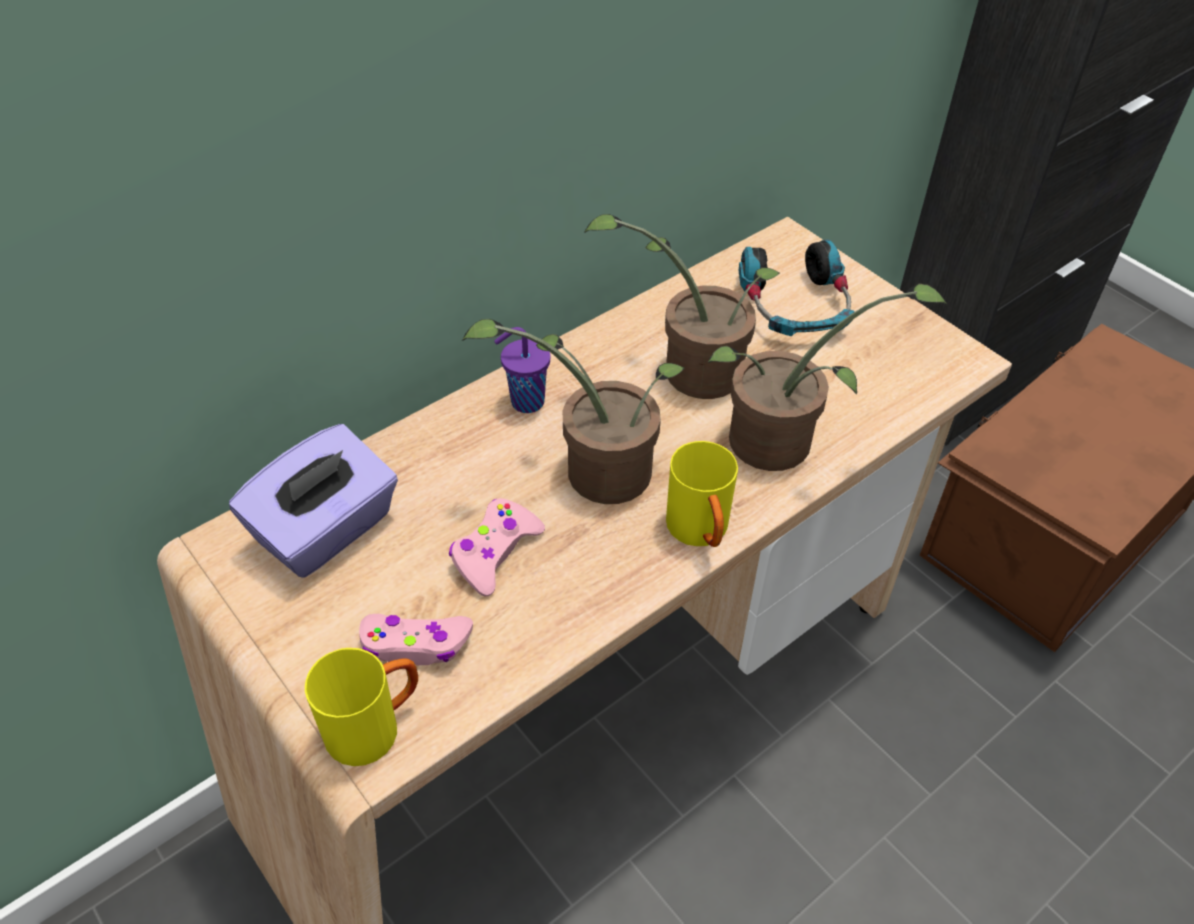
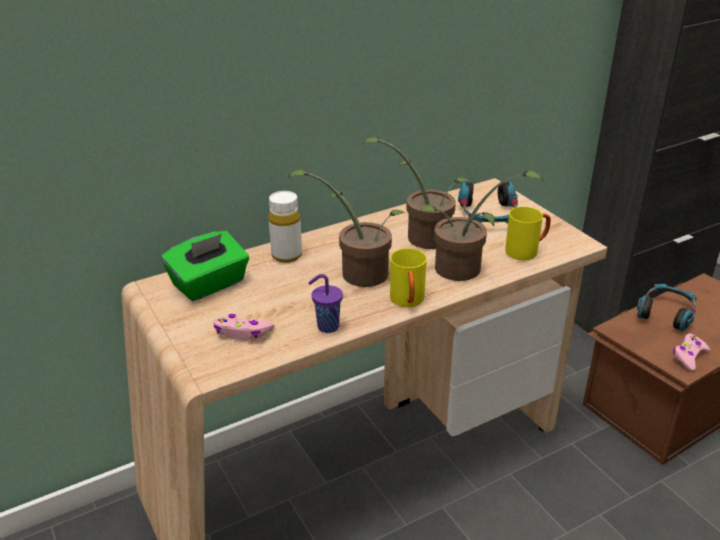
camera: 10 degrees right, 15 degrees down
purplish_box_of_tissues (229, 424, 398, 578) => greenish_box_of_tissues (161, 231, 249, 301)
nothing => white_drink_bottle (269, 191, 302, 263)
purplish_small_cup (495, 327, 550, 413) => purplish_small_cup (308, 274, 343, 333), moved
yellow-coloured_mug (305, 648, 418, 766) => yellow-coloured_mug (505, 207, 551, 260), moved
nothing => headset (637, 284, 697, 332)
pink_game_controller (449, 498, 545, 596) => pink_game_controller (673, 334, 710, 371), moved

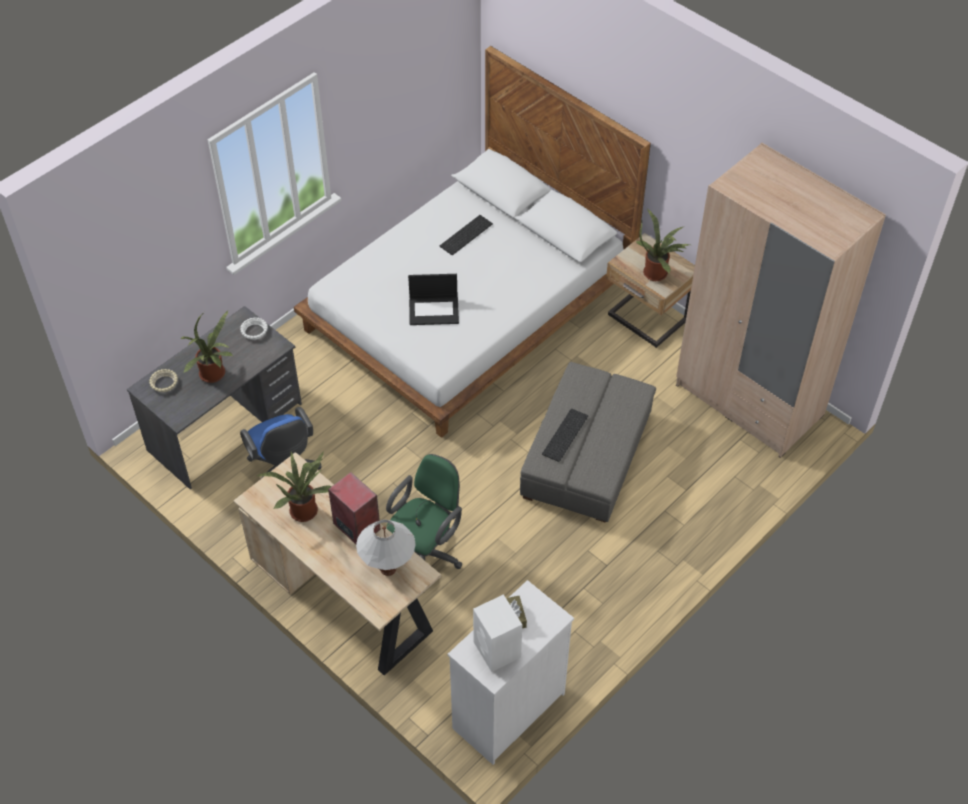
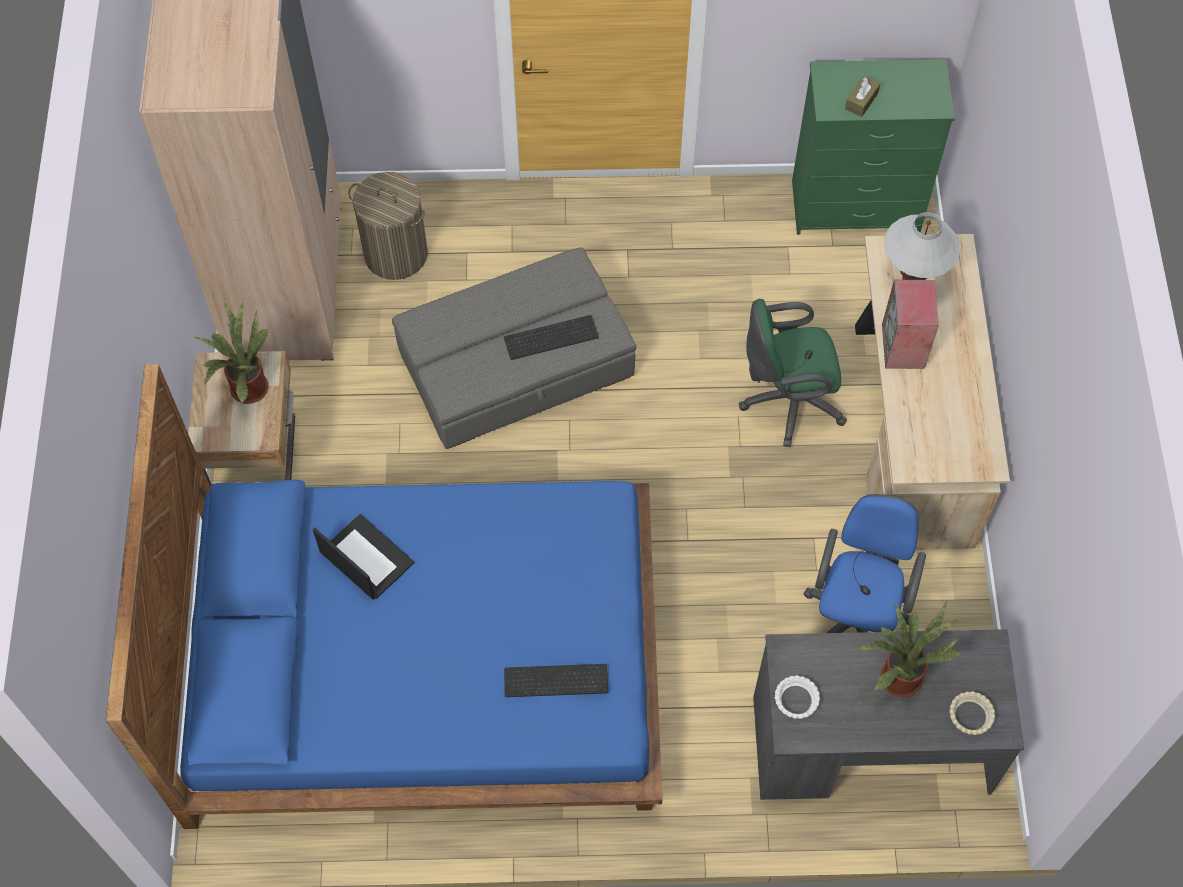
camera: 135 degrees left, 10 degrees up
white_bed (294, 46, 651, 438) => blue-coloured_bed (106, 364, 662, 829)
notebook_computer (408, 274, 459, 325) => notebook_computer (313, 514, 414, 600), moved
nothing => washing_basket (348, 172, 428, 280)
PC_keyboard (440, 215, 493, 255) => PC_keyboard (504, 664, 608, 697), moved
white_dresser (448, 580, 574, 765) => greenish_dresser (792, 59, 955, 235)
plant_in_a_pot (257, 451, 332, 522) => nothing
white_audio_speaker (473, 594, 522, 672) => nothing

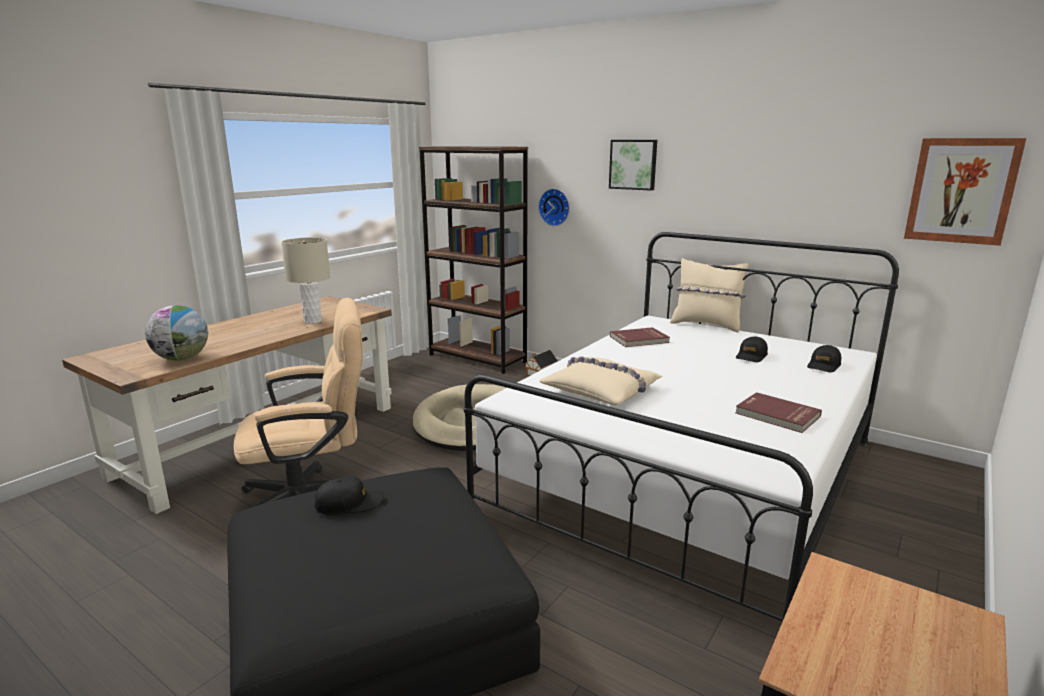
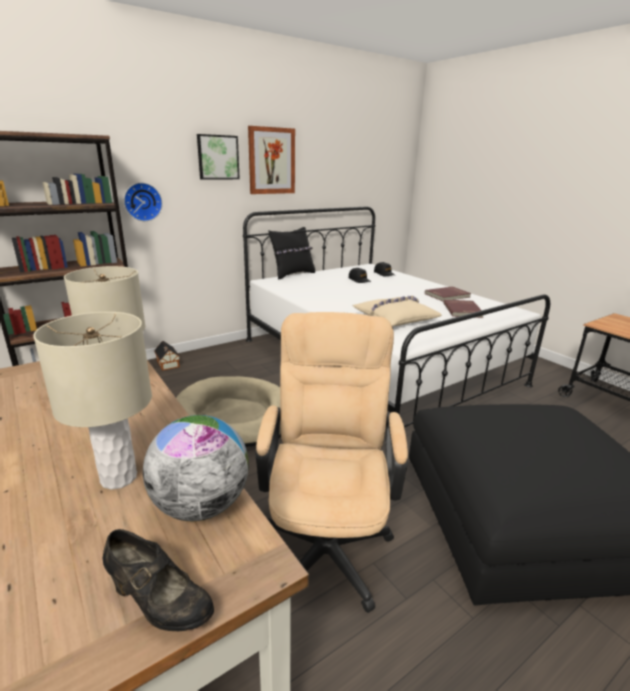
camera: 70 degrees left, 5 degrees up
nothing => beige-coloured_table_lamp (33, 312, 152, 490)
nothing => blackish_low_shoe (103, 529, 214, 631)
wall_picture (904, 138, 1026, 246) => wall_picture (248, 126, 295, 194), moved
beige-coloured_cushion (670, 258, 749, 332) => blackish_cushion (268, 227, 315, 280)
red-coloured_book (610, 327, 670, 347) => red-coloured_book (443, 300, 483, 318), moved
blackish_cap (315, 476, 384, 515) => nothing

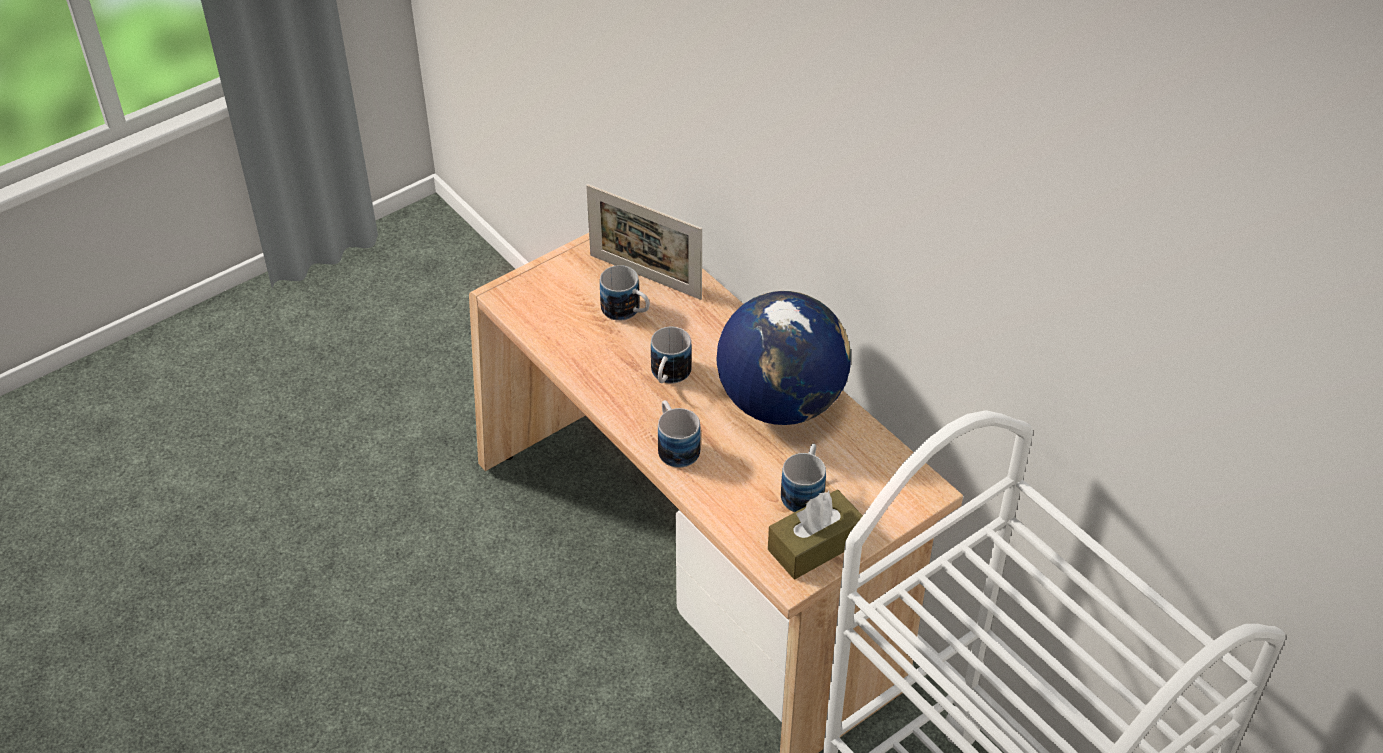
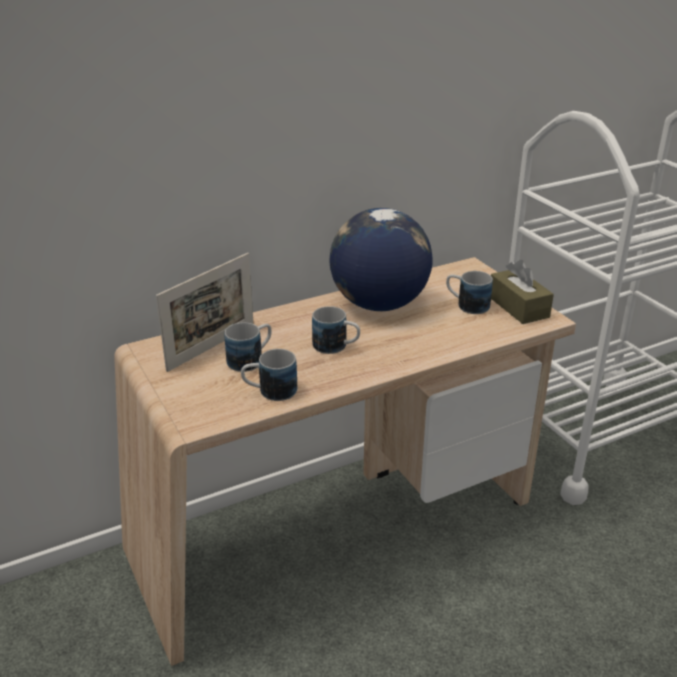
camera: 80 degrees left, 15 degrees down
mug (658, 400, 701, 468) => mug (241, 349, 297, 401), moved

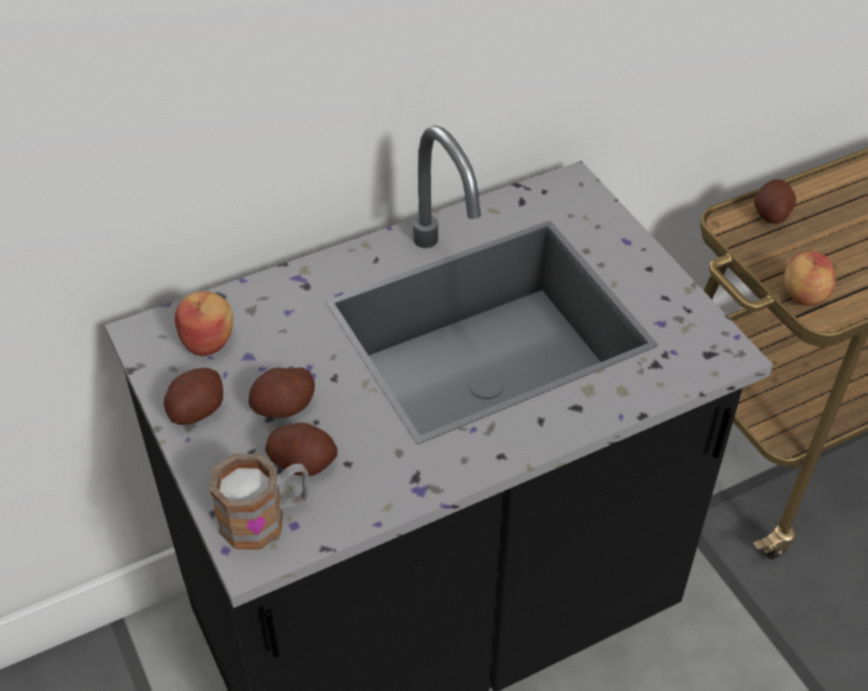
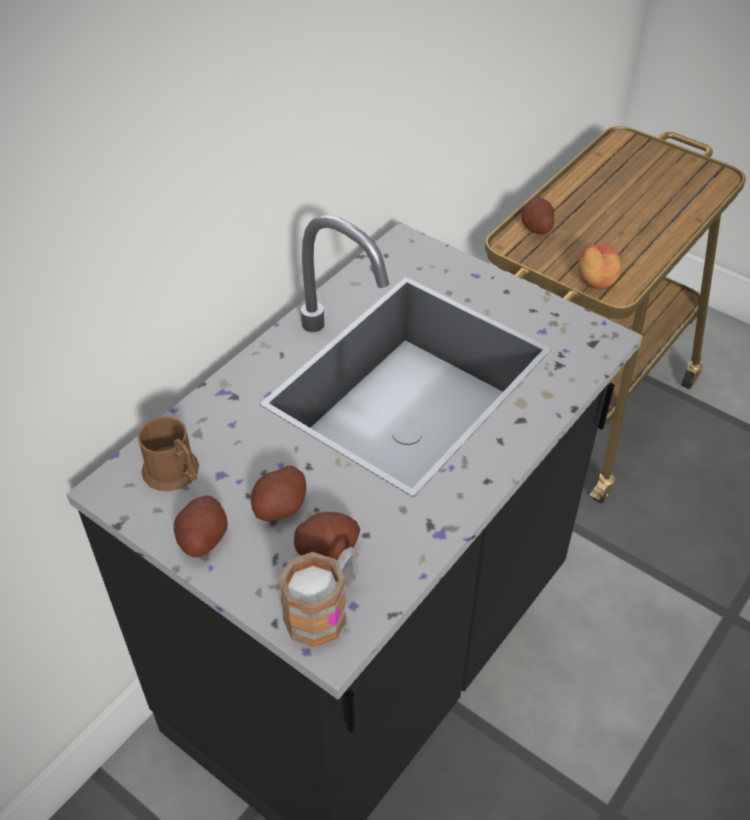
camera: 25 degrees left, 0 degrees up
apple (175, 291, 233, 356) => brown_mug (138, 417, 199, 491)

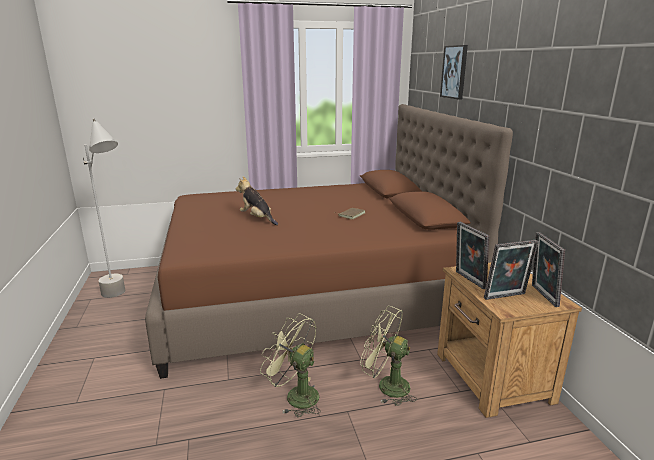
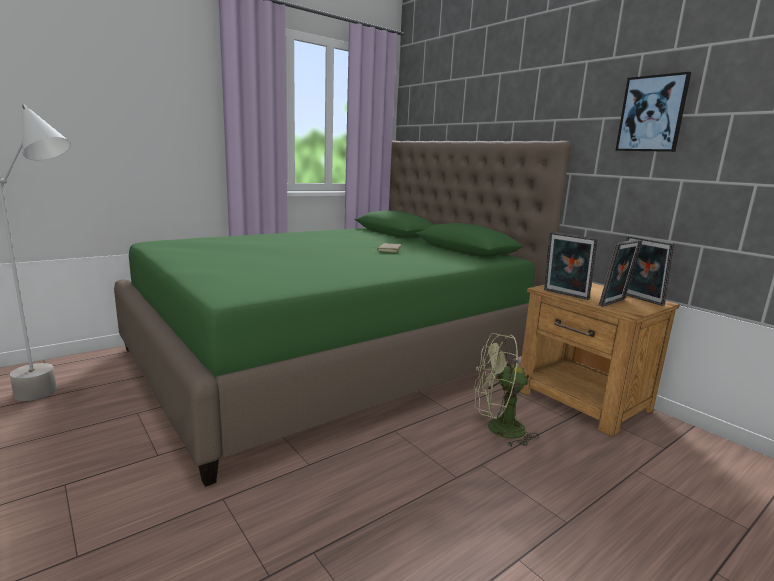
camera: 25 degrees left, 5 degrees down
brown_bed (145, 104, 513, 379) => greenish_bed (114, 141, 571, 487)
wall_picture (440, 45, 468, 100) => wall_picture (615, 72, 691, 152), moved
plush_toy (236, 176, 278, 225) => nothing
greenish_fan (260, 313, 321, 417) => nothing

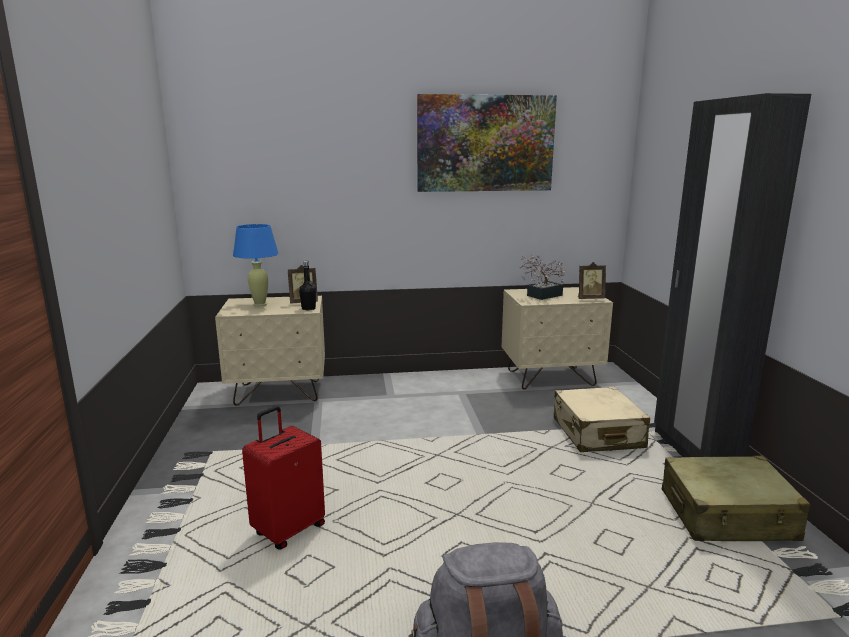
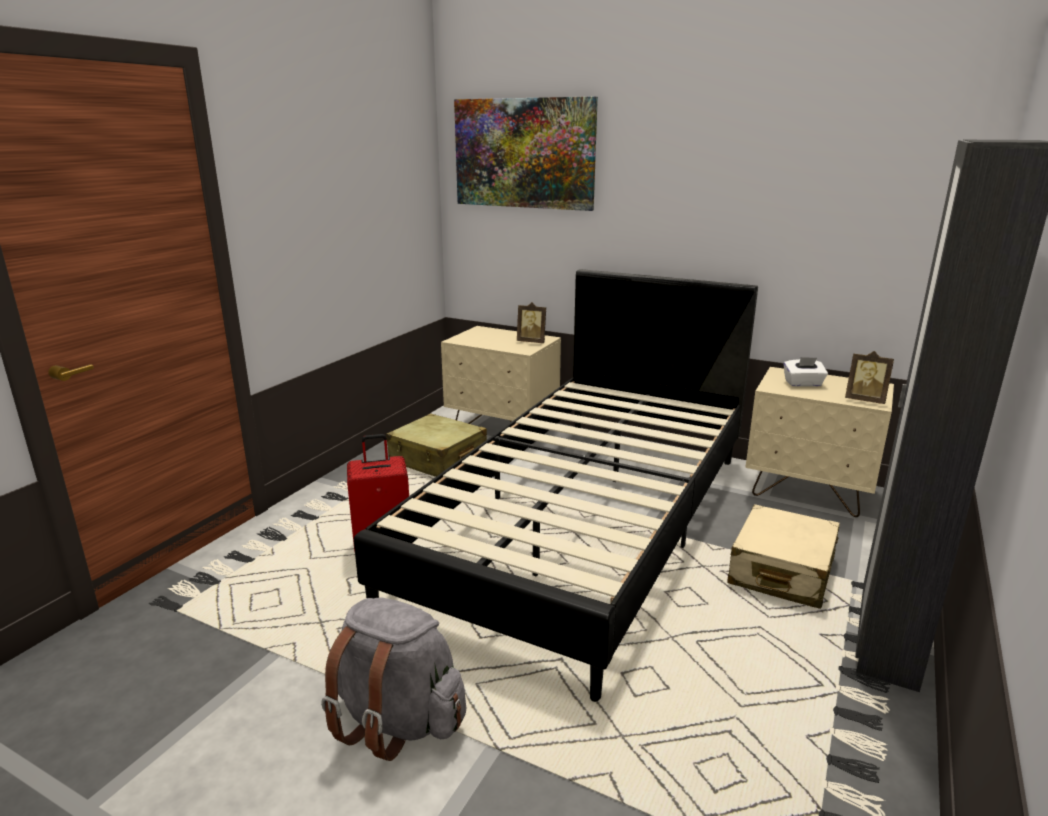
camera: 35 degrees right, 5 degrees up
nothing => blackish_bed (354, 269, 758, 702)
beige-coloured_piece_of_luggage (662, 456, 810, 541) => beige-coloured_piece_of_luggage (386, 413, 487, 477), moved
wall_picture (417, 94, 557, 192) => wall_picture (454, 96, 598, 211), moved
plant_in_a_pot (519, 255, 565, 300) => white_box_of_tissues (784, 357, 828, 387)
blue-coloured_table_lamp (233, 224, 279, 306) => nothing
blackish_drink_bottle (299, 261, 316, 310) => nothing

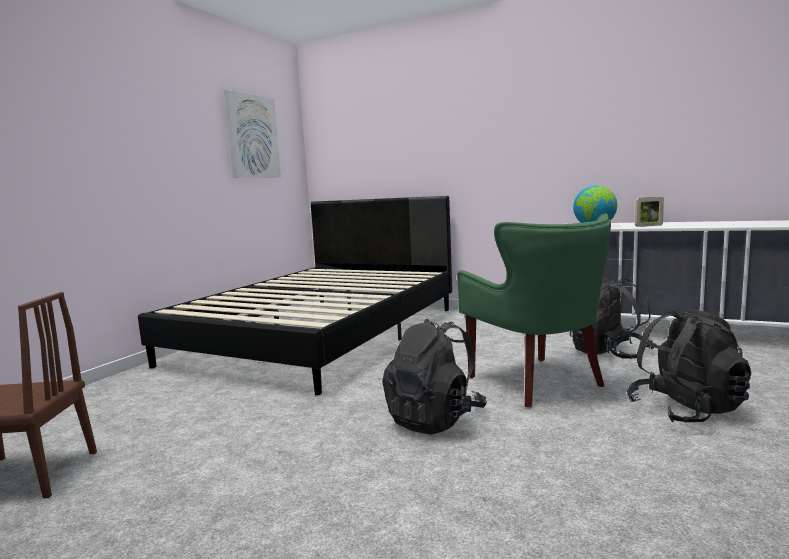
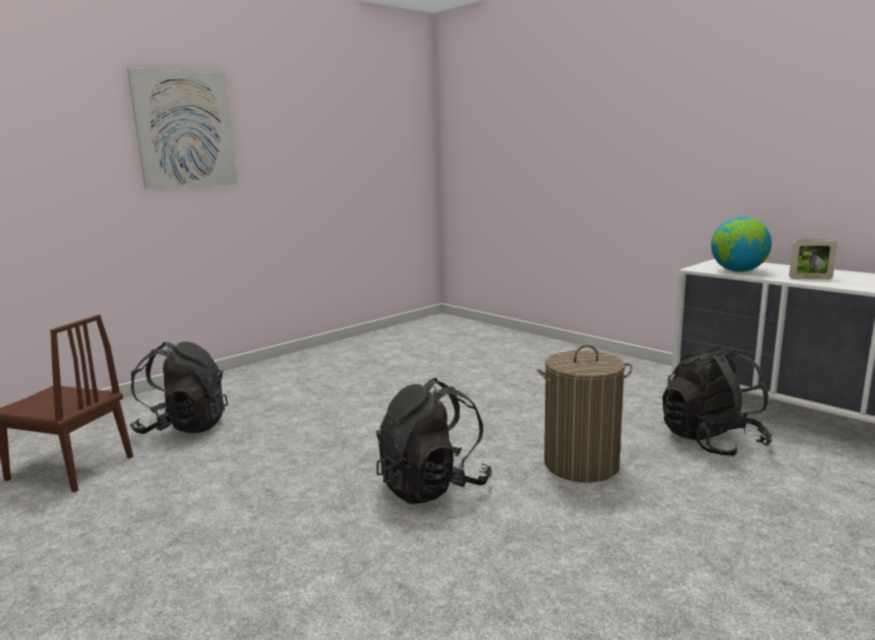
camera: 20 degrees right, 5 degrees up
wall_picture (224, 90, 281, 178) => wall_picture (127, 68, 237, 190), moved
blackish_knapsack (626, 308, 752, 423) => blackish_knapsack (130, 341, 228, 434), moved
greenish_armchair (457, 214, 611, 408) => washing_basket (537, 345, 633, 482)
blackish_bed (138, 196, 452, 396) => nothing

